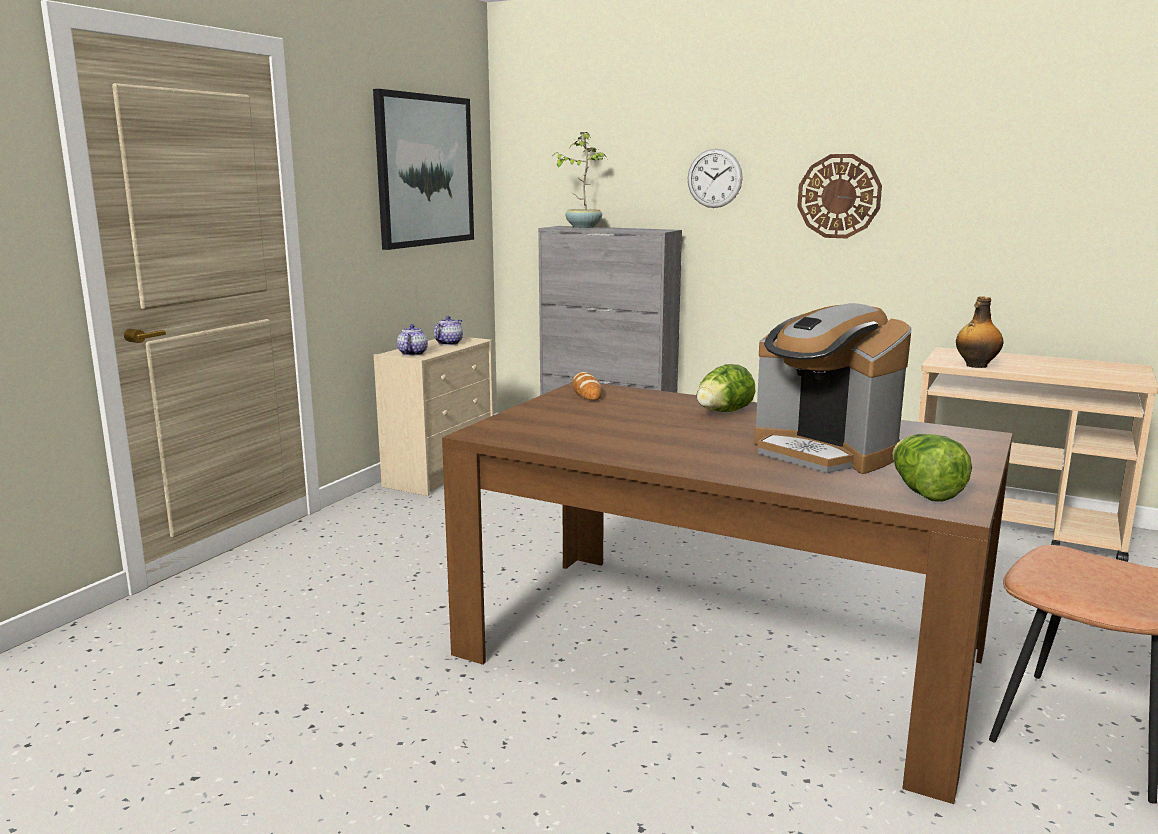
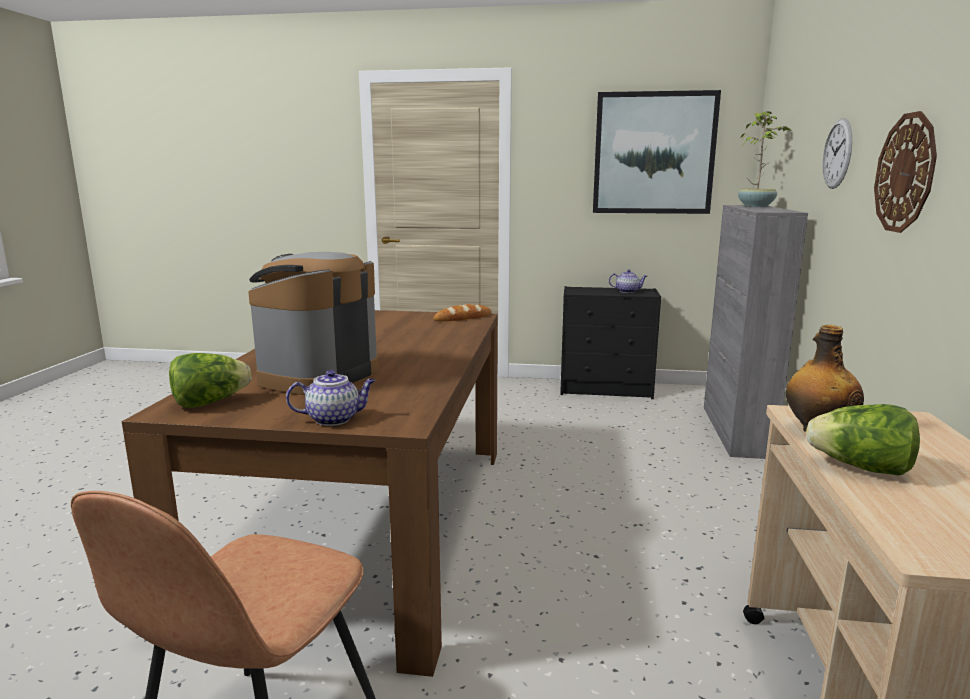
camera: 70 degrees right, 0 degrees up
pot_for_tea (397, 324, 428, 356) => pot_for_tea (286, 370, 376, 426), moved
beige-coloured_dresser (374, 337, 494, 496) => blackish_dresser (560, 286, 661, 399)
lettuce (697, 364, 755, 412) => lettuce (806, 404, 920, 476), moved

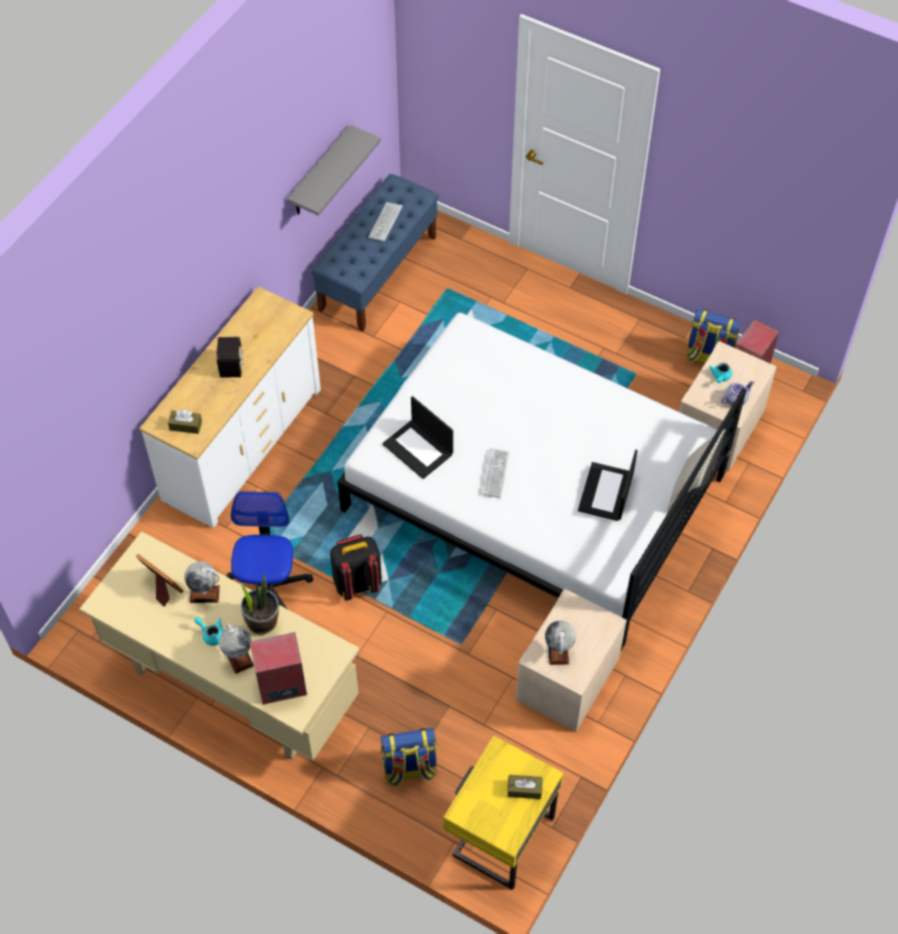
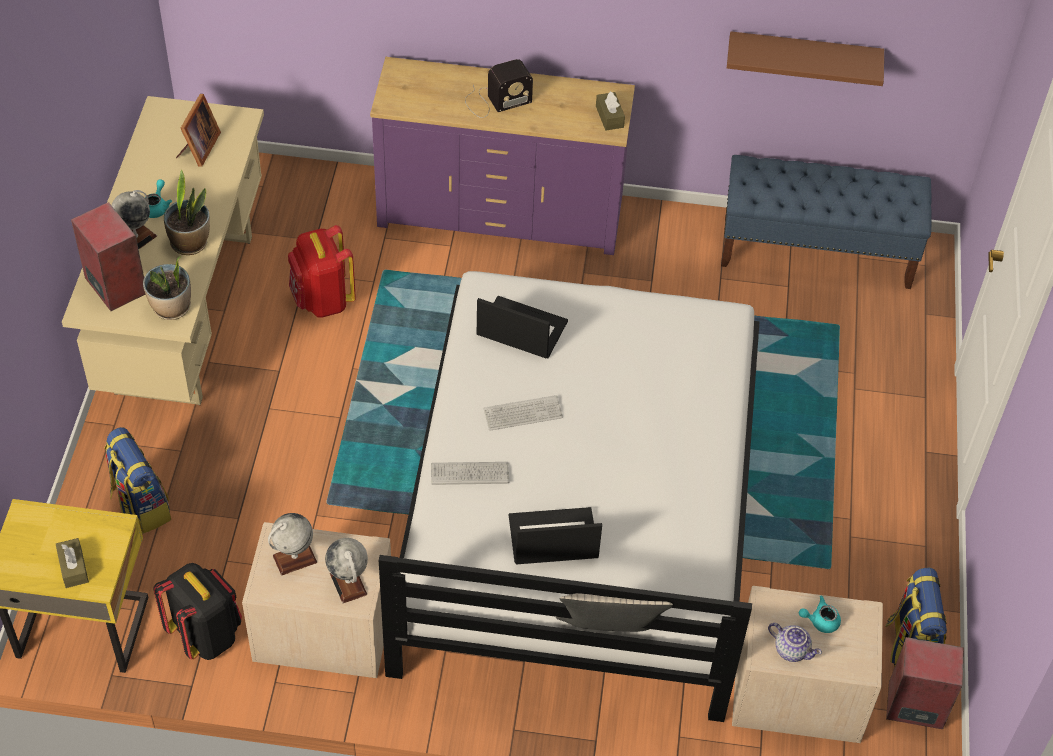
camera: 65 degrees right, 5 degrees down
nothing => plant_in_a_pot (143, 256, 191, 320)
blackish_knapsack (330, 535, 382, 601) => blackish_knapsack (153, 563, 242, 660), moved
computer_chair (226, 491, 313, 609) => red-coloured_knapsack (288, 225, 356, 318)
world_globe (184, 561, 220, 603) => world_globe (325, 538, 368, 603), moved
white_dresser (139, 287, 321, 528) => purplish_dresser (370, 57, 635, 255)
PC_keyboard (368, 202, 402, 242) => PC_keyboard (431, 462, 509, 485), moved
notebook_computer (383, 396, 453, 479) => notebook_computer (477, 296, 568, 359), 90 degrees clockwise
brown_box_of_tissues (168, 410, 202, 434) => brown_box_of_tissues (596, 91, 625, 130), moved
greyish_bracket_shelf (287, 125, 381, 216) => brown_bracket_shelf (727, 31, 884, 86)

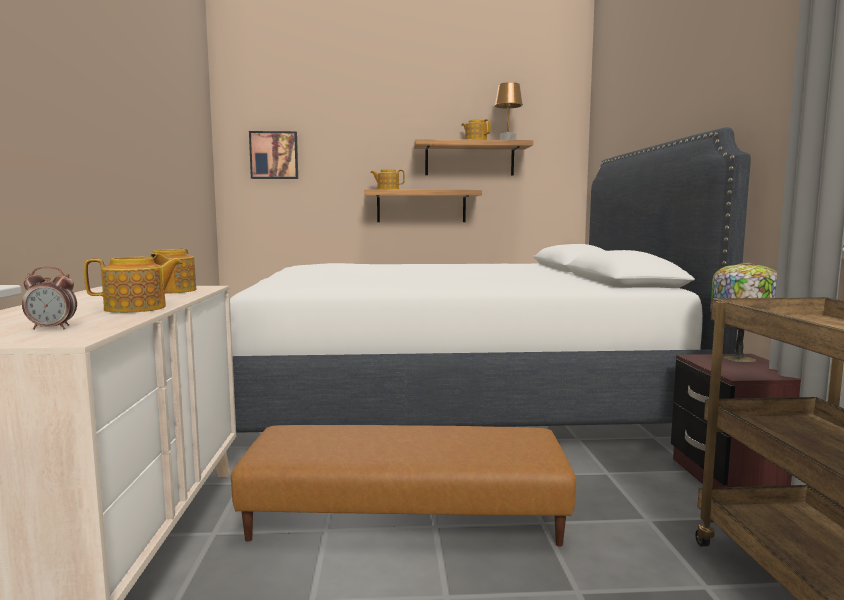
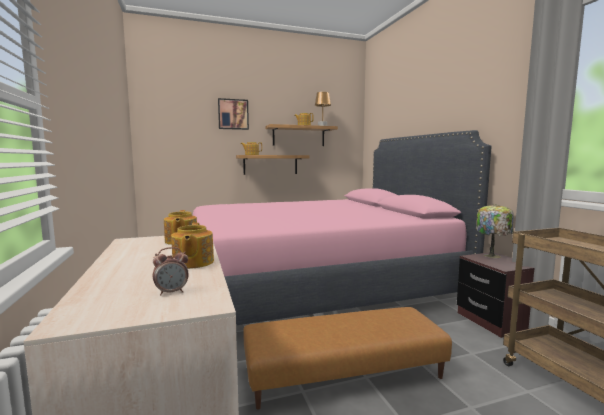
camera: 15 degrees left, 0 degrees up
pot_for_tea (84, 257, 183, 313) => pot_for_tea (171, 223, 214, 269), 120 degrees clockwise
white_bed (230, 127, 751, 433) => pink_bed (193, 130, 491, 325)
wall_picture (249, 131, 298, 179) => wall_picture (218, 98, 249, 130), moved

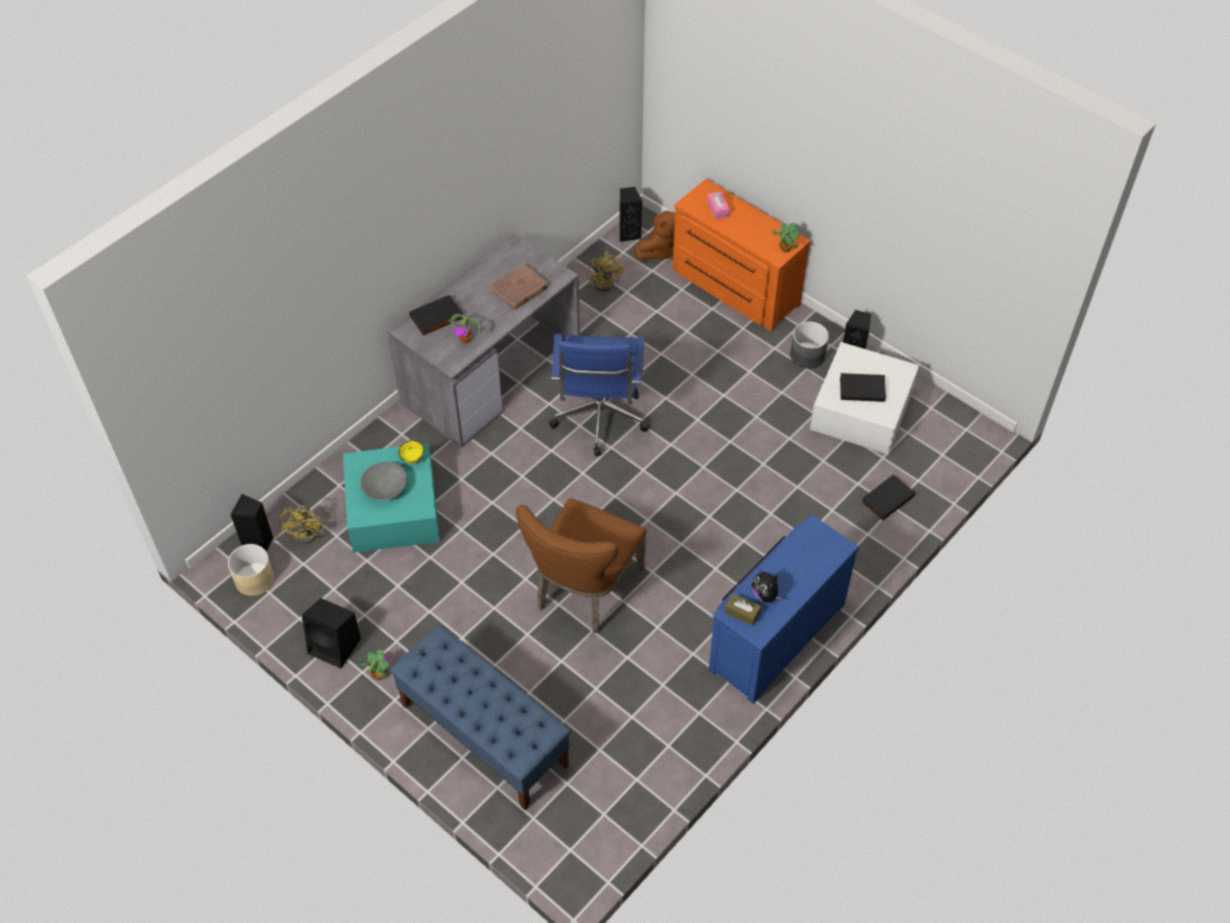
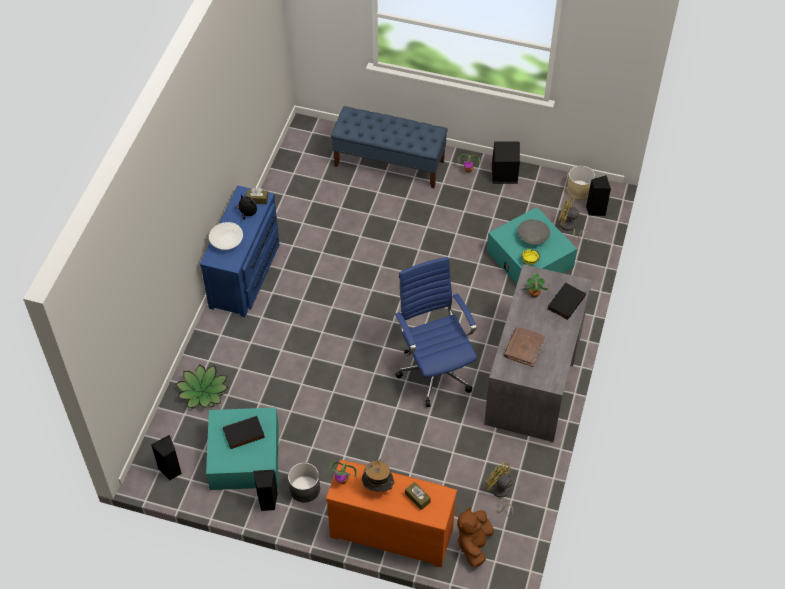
camera: 155 degrees right, 0 degrees up
blackish_audio_speaker (620, 187, 642, 242) => blackish_audio_speaker (151, 435, 182, 480), moved
blackish_book (861, 474, 915, 520) => plant_in_a_pot (176, 365, 228, 409)
white_storage_box (810, 342, 919, 454) => turquoise_storage_box (206, 407, 279, 490)
nothing => white_serving_bowl (209, 222, 243, 250)
nothing => hat (362, 459, 395, 492)
pink_box_of_tissues (708, 192, 729, 220) => brown_box_of_tissues (405, 482, 431, 510)
yellow-coloured_fan (279, 497, 335, 543) => yellow-coloured_fan (558, 196, 590, 243), 45 degrees counterclockwise
brown_plain_chair (516, 498, 647, 633) => nothing

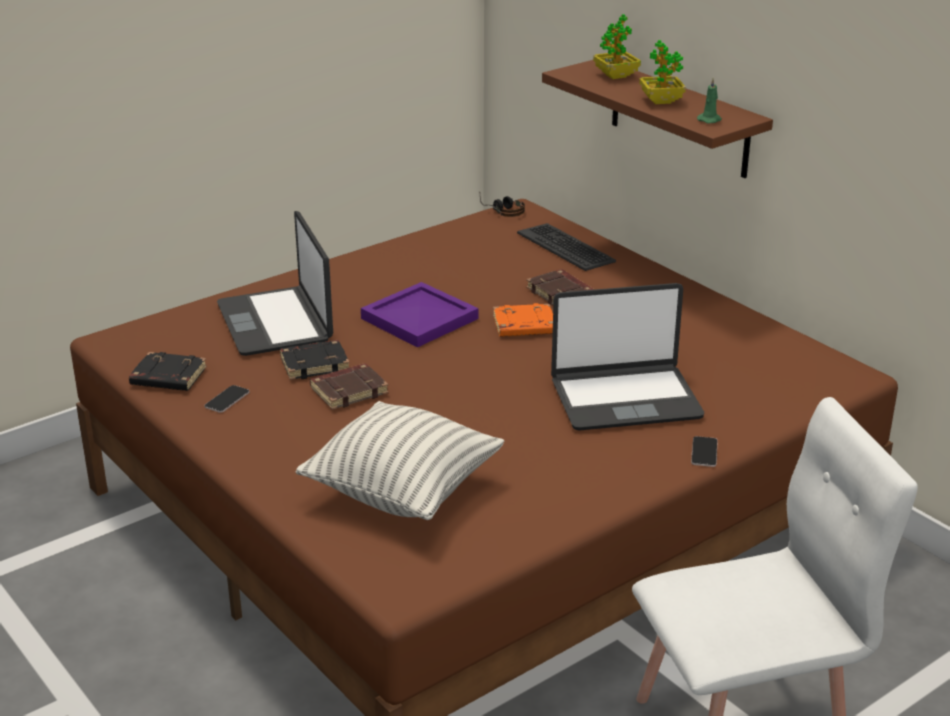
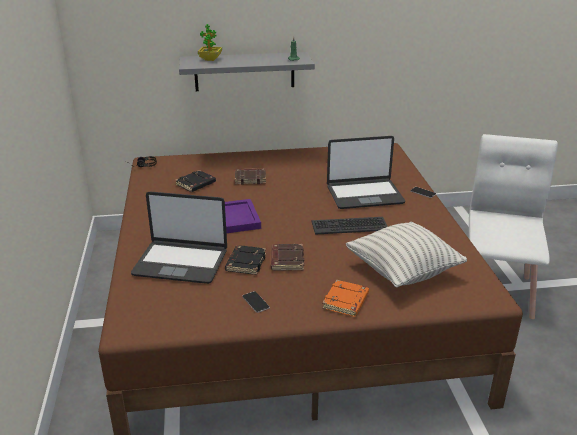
camera: 60 degrees left, 0 degrees up
blackish_book (129, 352, 207, 391) => blackish_book (175, 170, 216, 192), moved
brown_bracket_shelf (542, 60, 773, 178) => greyish_bracket_shelf (179, 52, 315, 91)
PC_keyboard (517, 223, 616, 271) => PC_keyboard (311, 217, 388, 235), moved
orangey_book (493, 303, 553, 337) => orangey_book (322, 280, 369, 316), moved
notebook_computer (551, 283, 704, 431) => notebook_computer (327, 136, 405, 209), 60 degrees clockwise
plant_in_a_pot (639, 40, 686, 104) => nothing

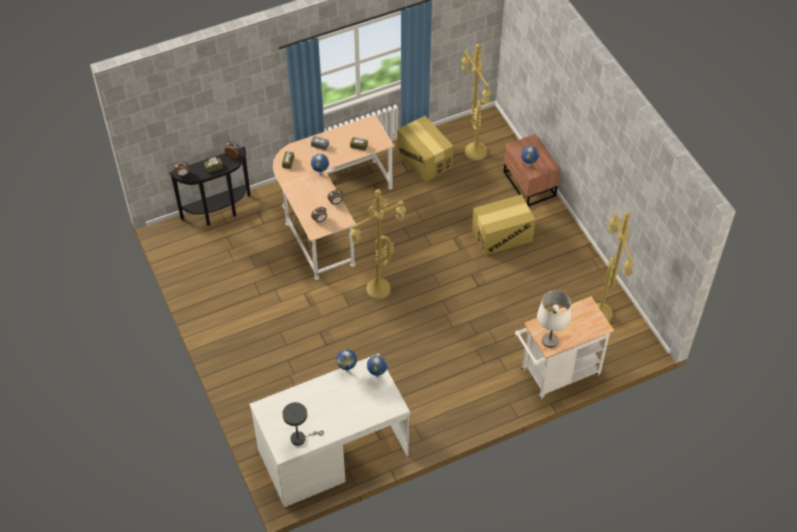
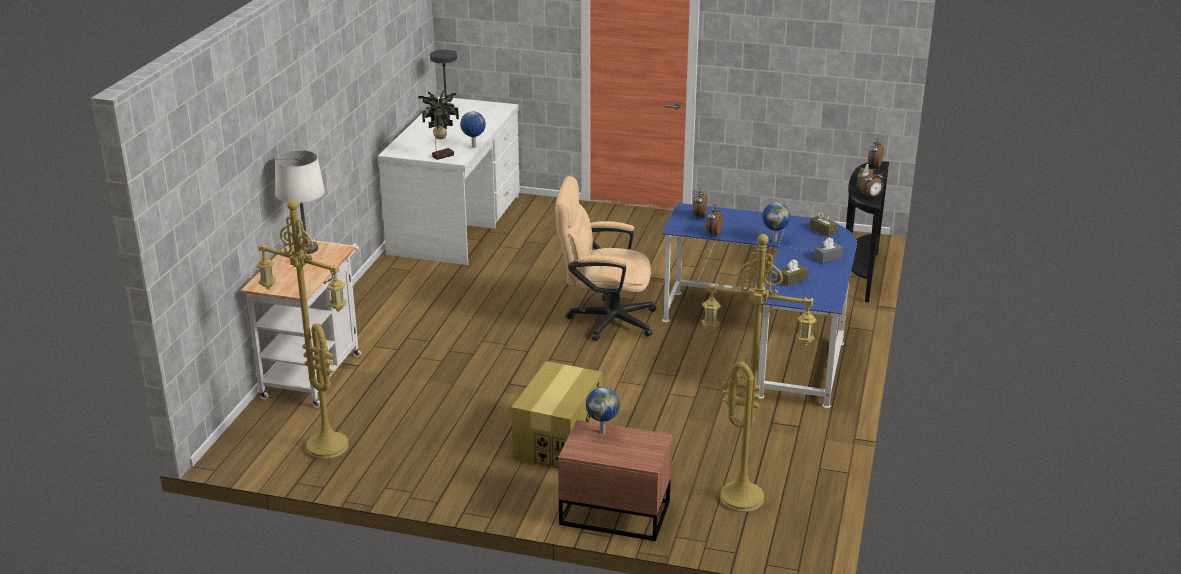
camera: 130 degrees right, 25 degrees down
world_globe (367, 355, 388, 377) => plant_in_a_pot (418, 91, 459, 160)
yellow-coloured_standard_lamp (351, 189, 406, 299) => beige-coloured_computer_chair (555, 176, 656, 341)
beige-coloured_desk_table (273, 115, 395, 280) => blue-coloured_desk_table (662, 203, 857, 408)
packing_box (397, 116, 454, 182) => nothing

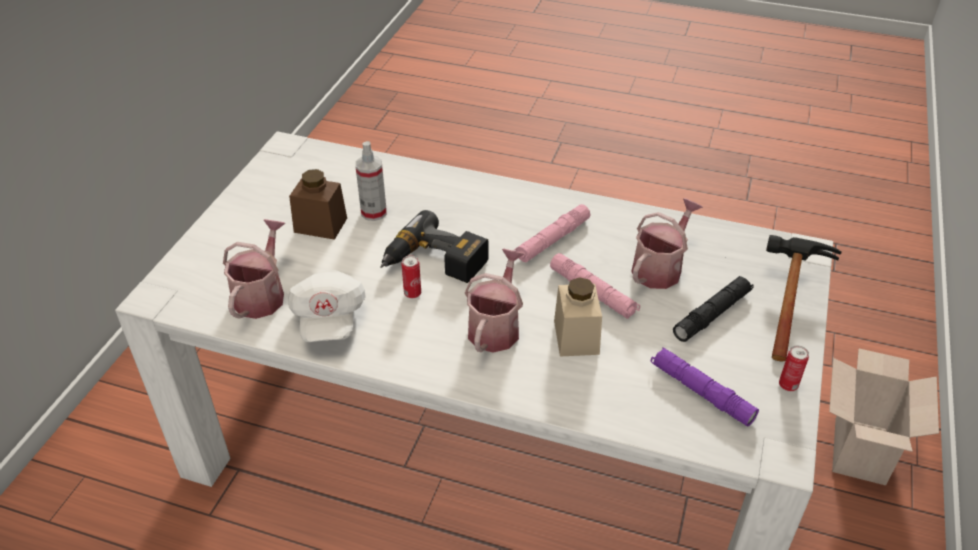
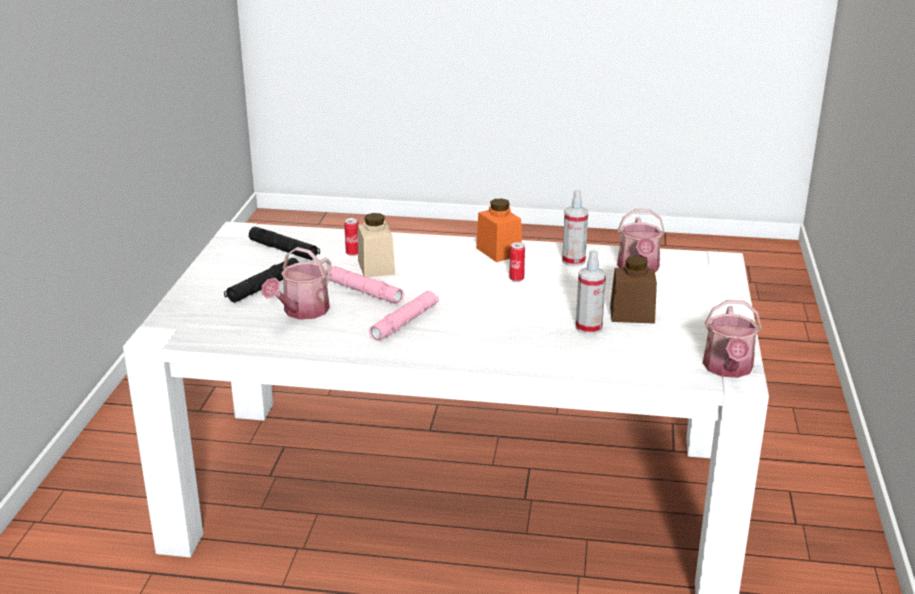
camera: 170 degrees right, 15 degrees down
purplish_hand_torch (651, 347, 759, 427) => blackish_hand_torch (249, 227, 320, 260)
sealed_can (779, 345, 809, 391) => sealed_can (344, 218, 359, 256), moved
nothing => orangey_storage_jar (476, 198, 522, 262)
white_cap (288, 270, 366, 342) => sprayer (562, 190, 588, 267)
watering_can (464, 249, 524, 353) => watering_can (703, 300, 762, 378), moved
electric_drill (381, 210, 488, 283) => nothing
hand_hammer (766, 235, 842, 361) => nothing
packing_box (829, 349, 939, 485) => nothing

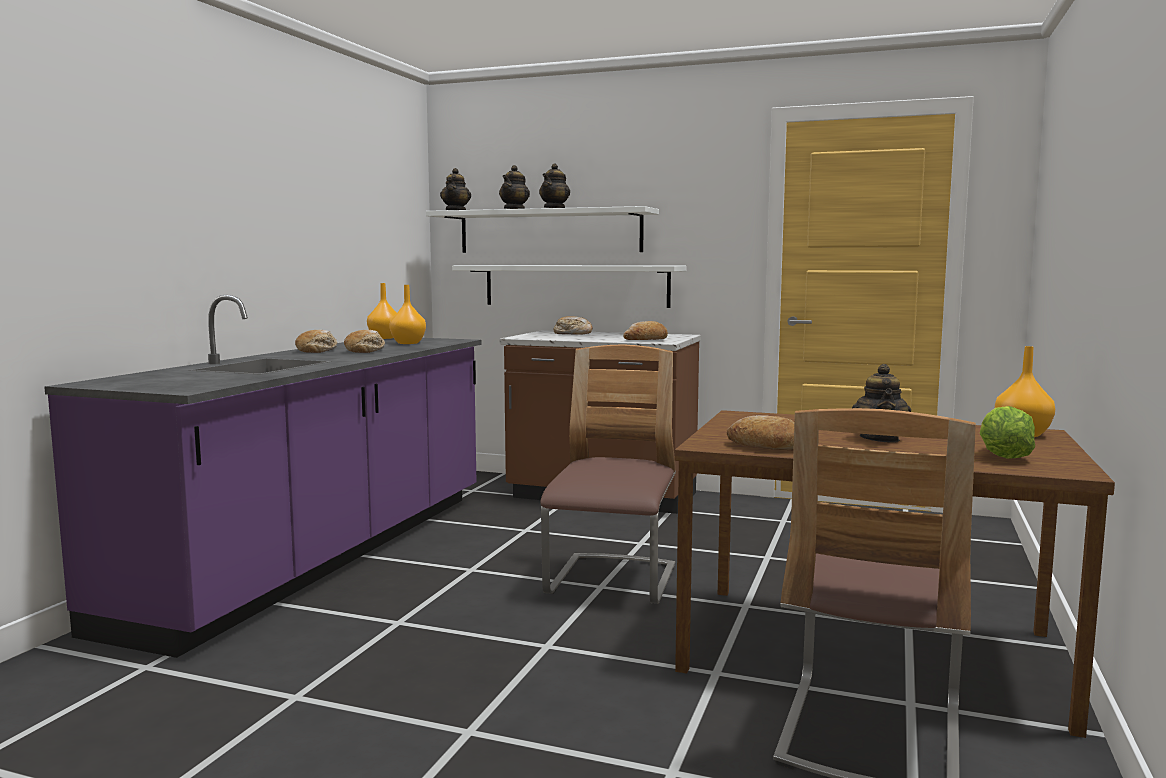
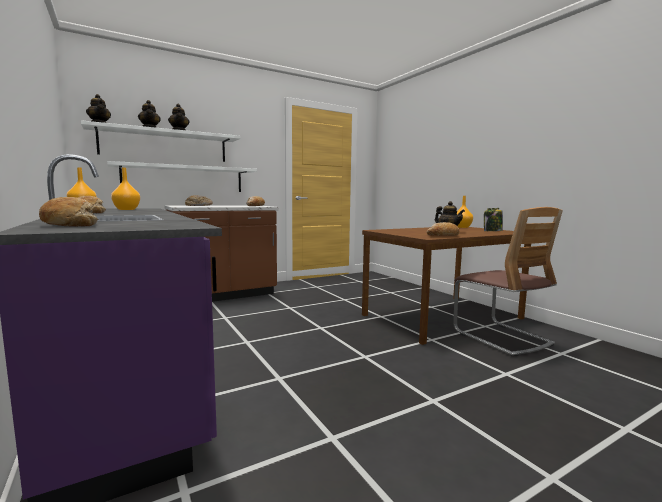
camera: 50 degrees left, 0 degrees up
bread (344, 330, 385, 353) => bread (39, 197, 98, 227), moved
lettuce (979, 406, 1035, 459) => storage_jar (484, 208, 503, 231)
plain_chair (540, 345, 676, 604) => nothing

